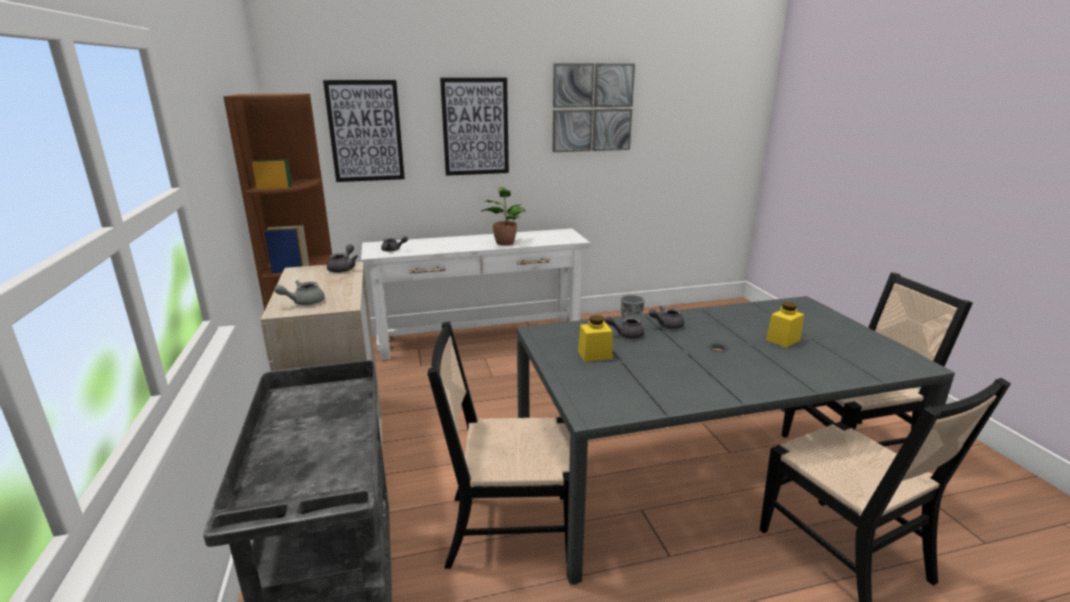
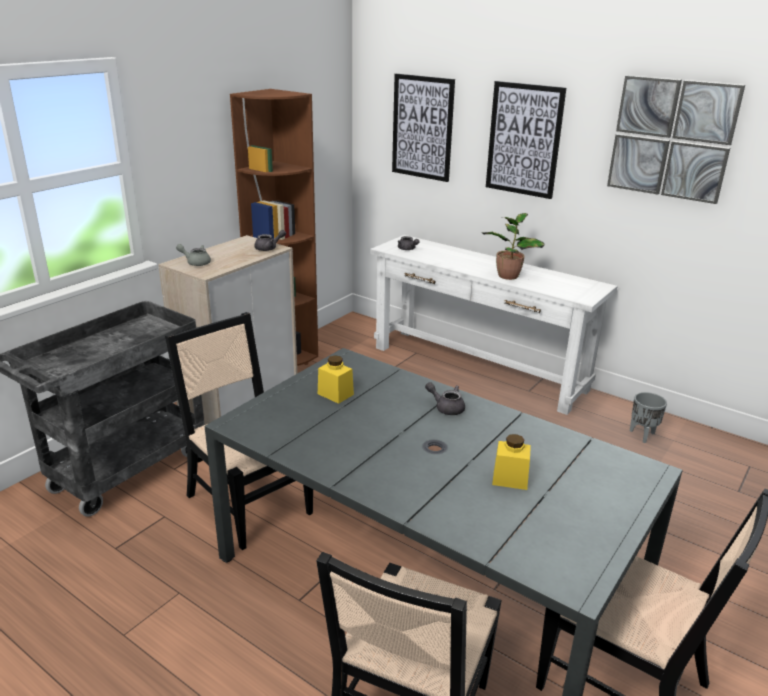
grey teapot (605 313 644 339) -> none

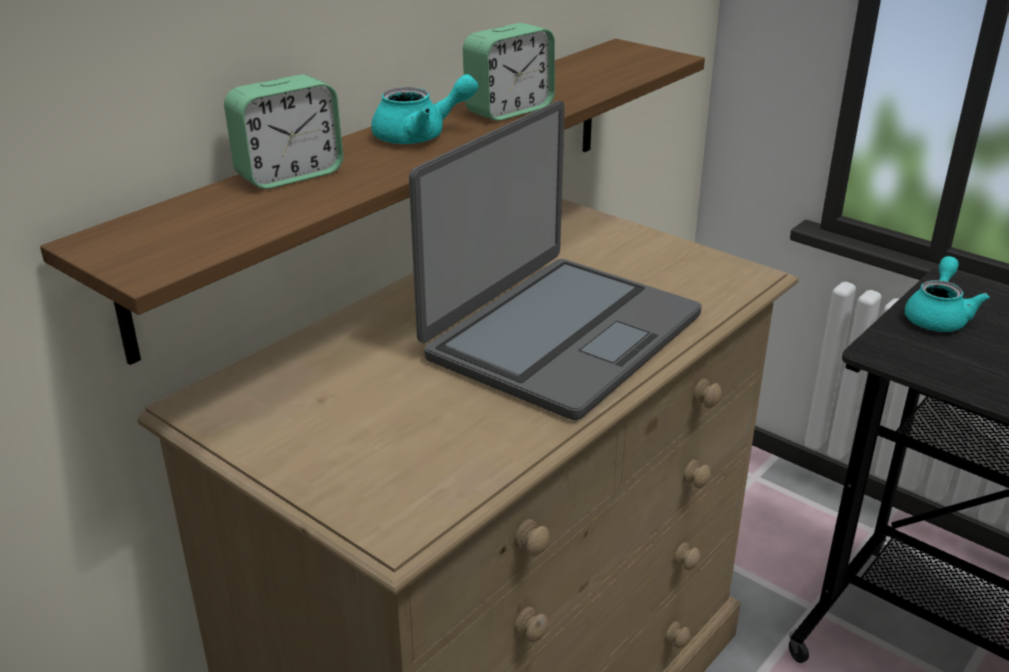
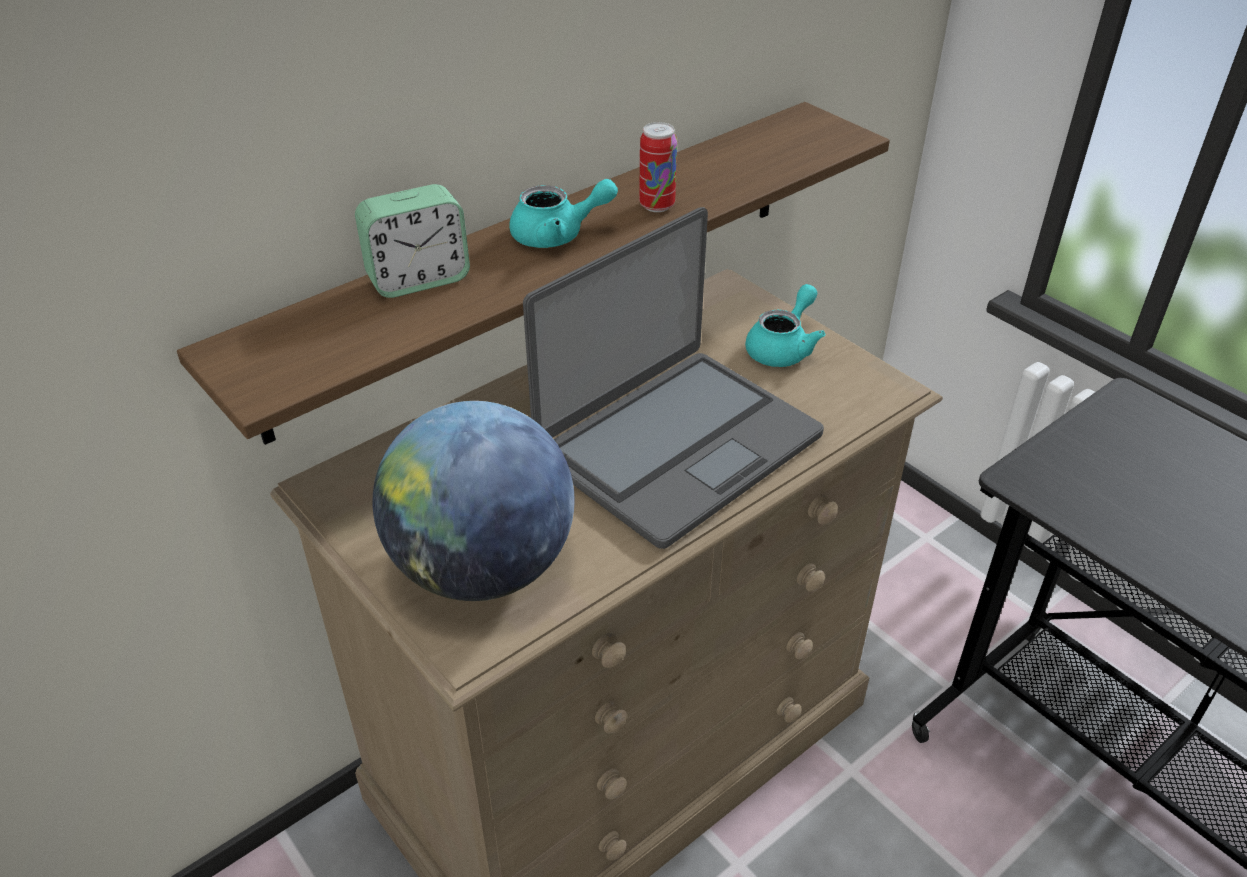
alarm clock (463 23 555 121) -> can (639 122 677 212)
turquoise teapot (905 256 990 332) -> turquoise teapot (745 284 825 367), shifted
none -> globe (373 401 575 601)

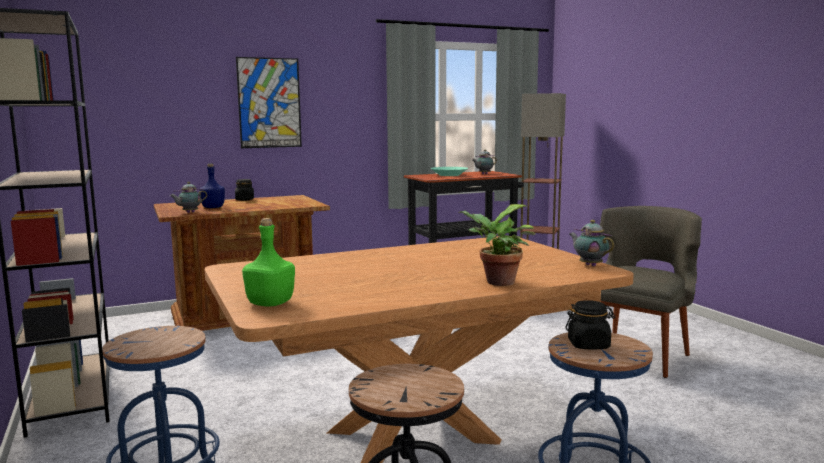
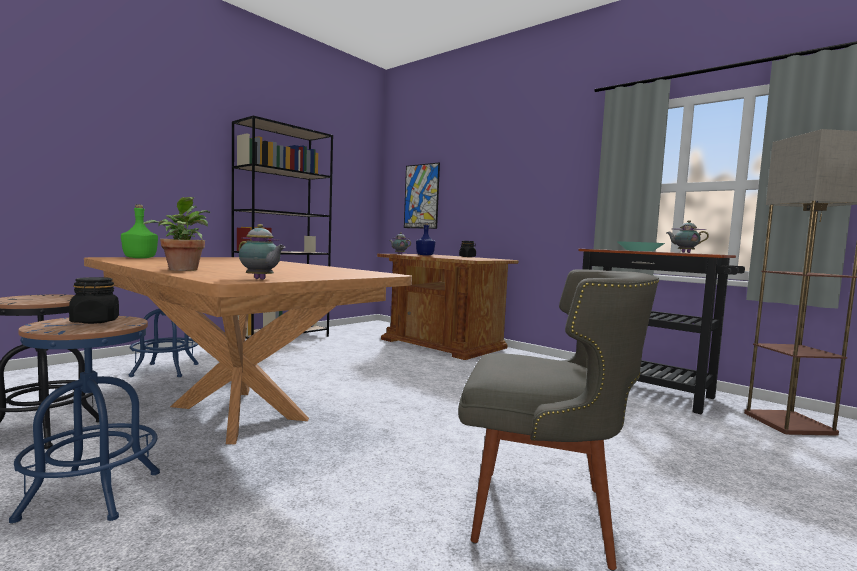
picture (236 57 302 148) -> picture (404 163 440 229), shifted
teapot (569 220 614 267) -> teapot (239 224 286 280), 90 degrees clockwise

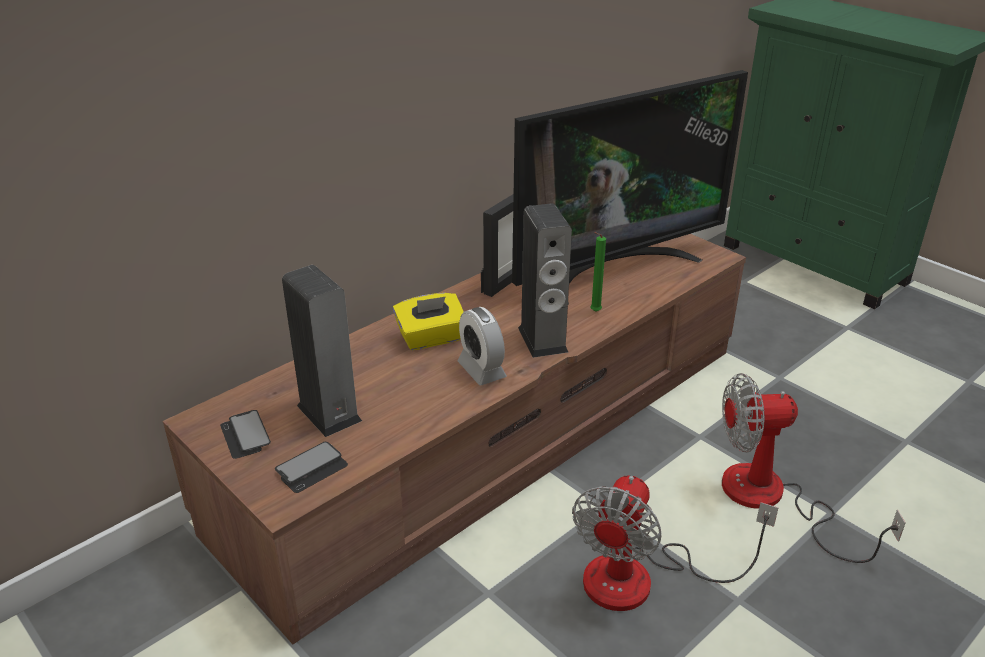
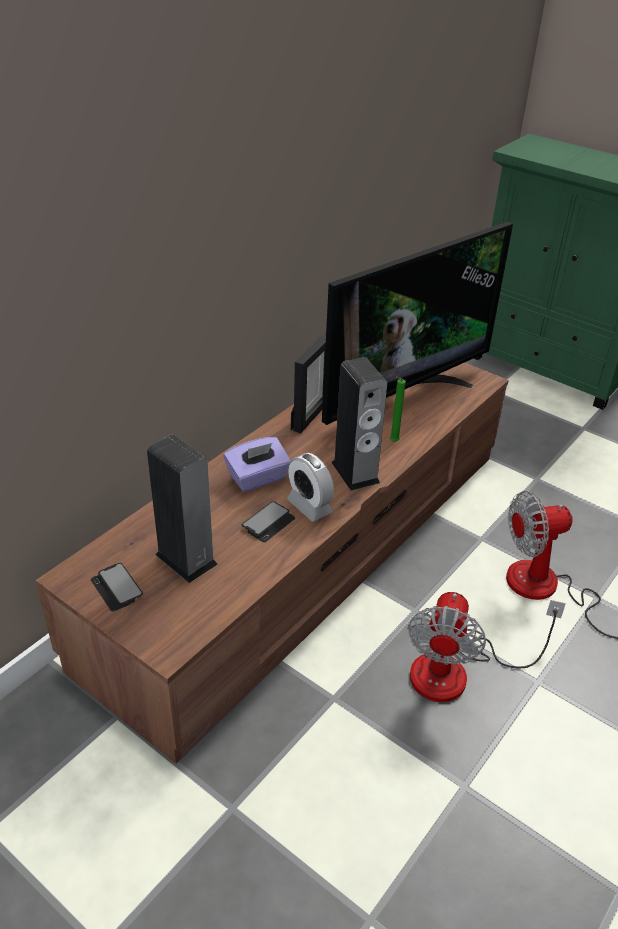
yellow tissue box (393 293 464 350) -> purple tissue box (224 437 291 492)
phone (275 442 348 493) -> phone (242 501 295 542), shifted

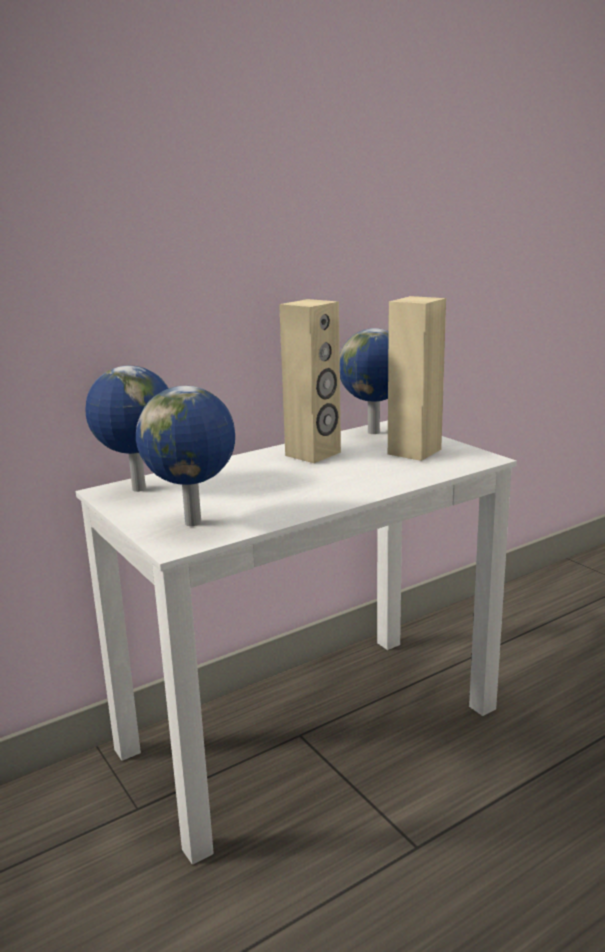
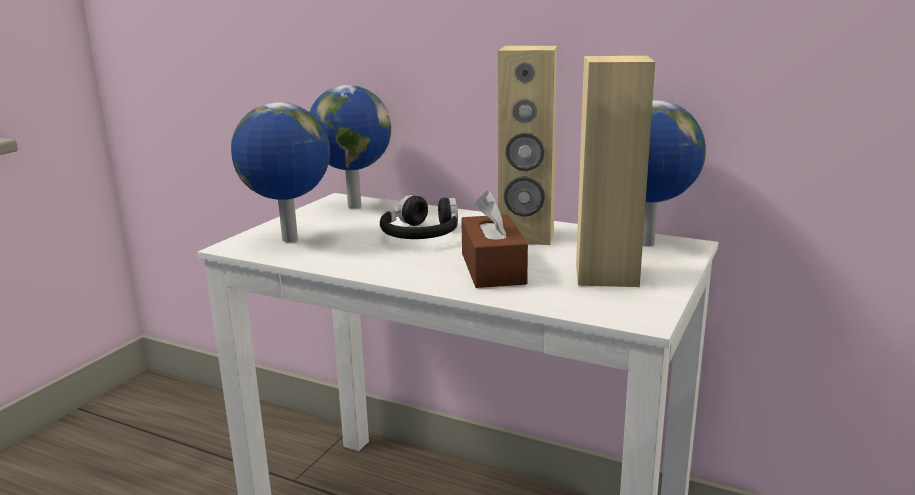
none -> brown tissue box (461 191 528 288)
none -> black headphones (380 195 458 239)

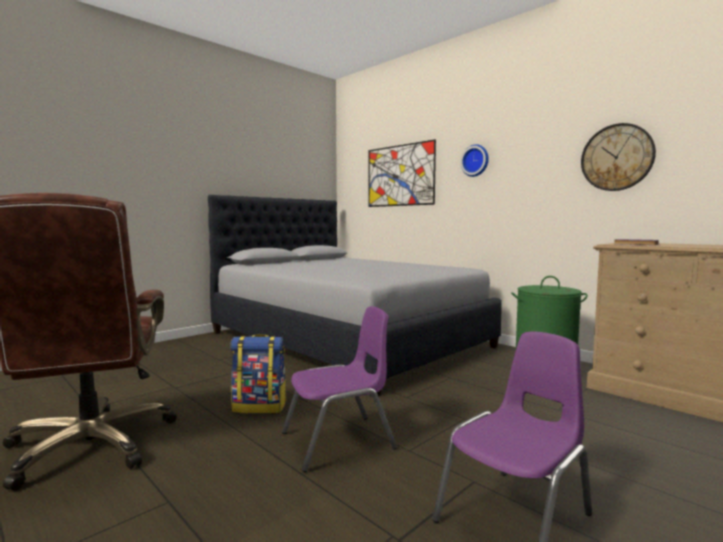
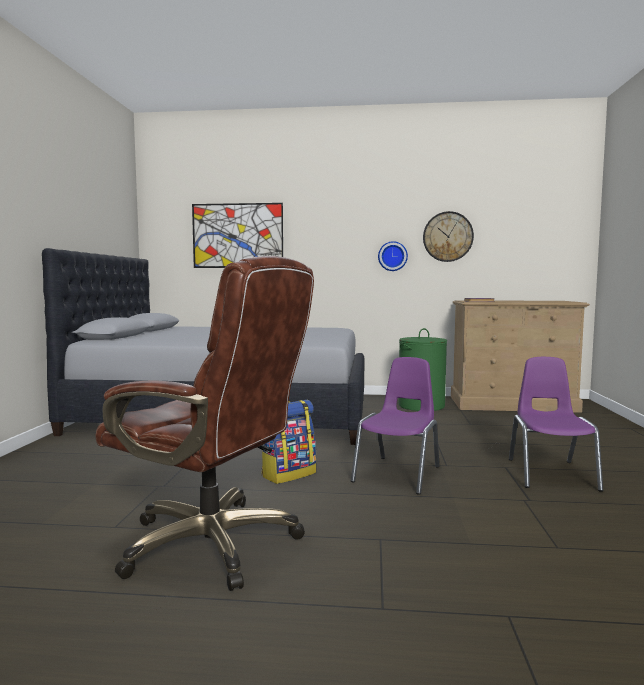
wall clock (460 144 489 177) -> wall clock (378 241 408 271), shifted

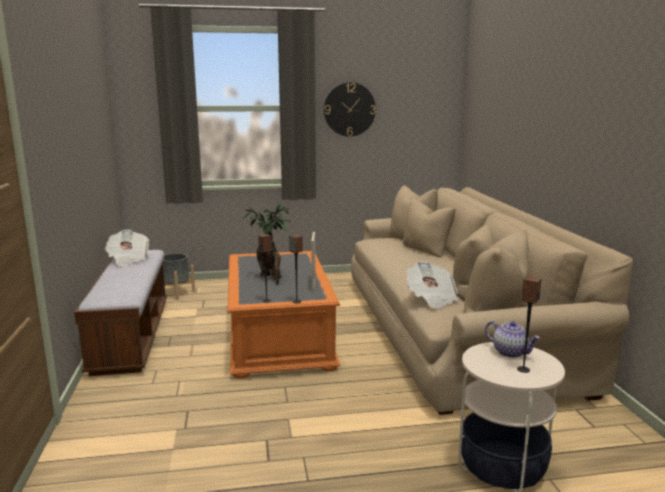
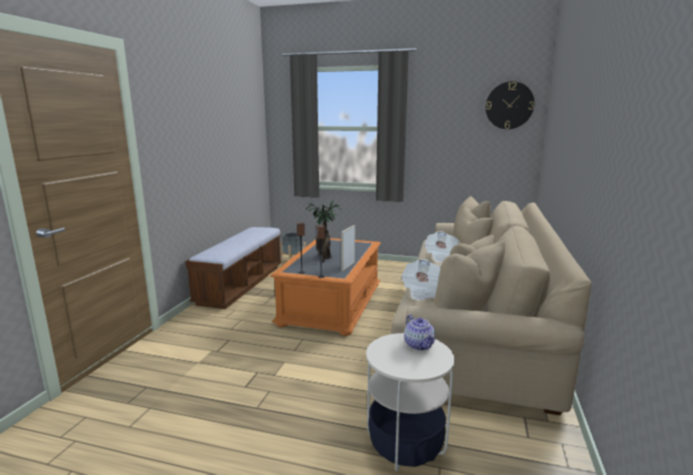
wall clock (324 82 376 137) -> wall clock (486 81 534 129), shifted
newspaper (105 230 149 266) -> newspaper (424 231 460 262), shifted
speaker (517 276 542 373) -> none

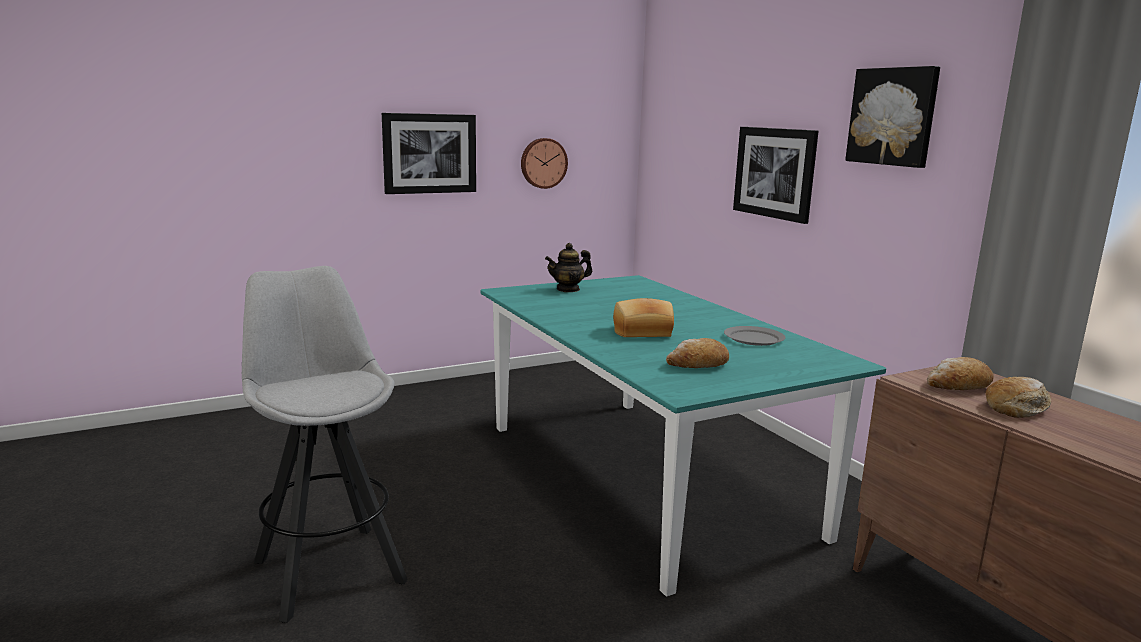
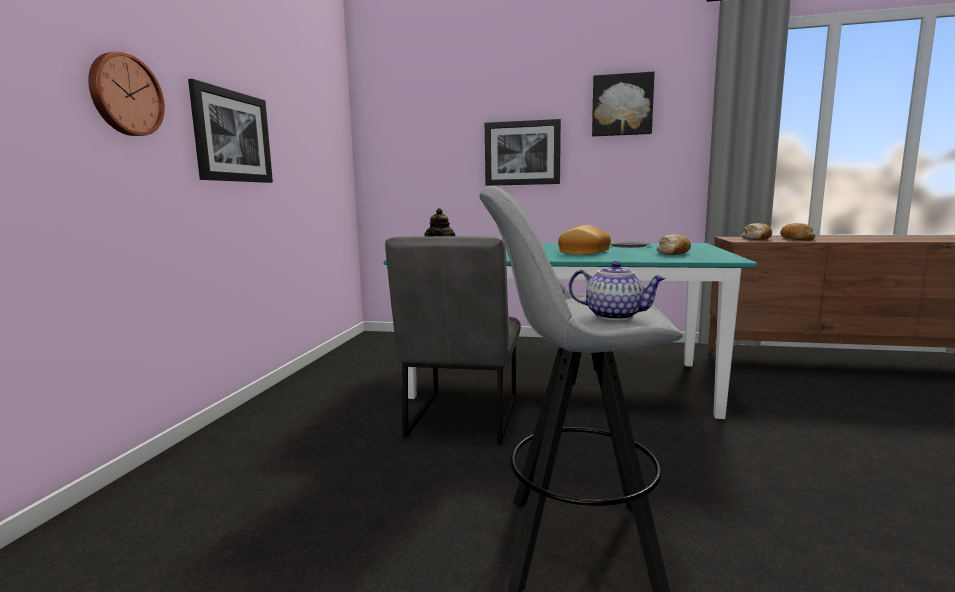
wall clock (521 138 568 189) -> wall clock (88 52 165 136), shifted
none -> grey chair (385 236 521 445)
none -> teapot (569 261 666 320)

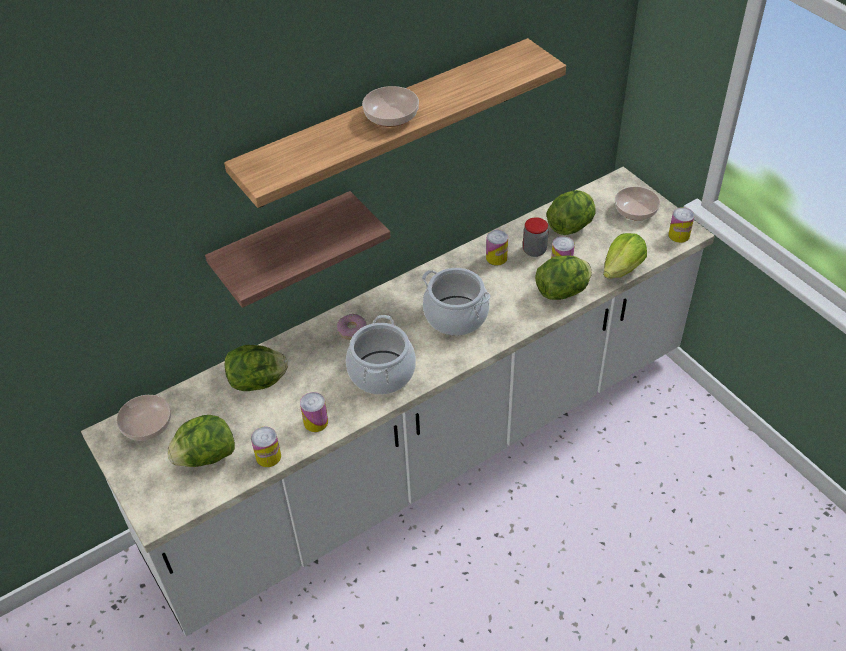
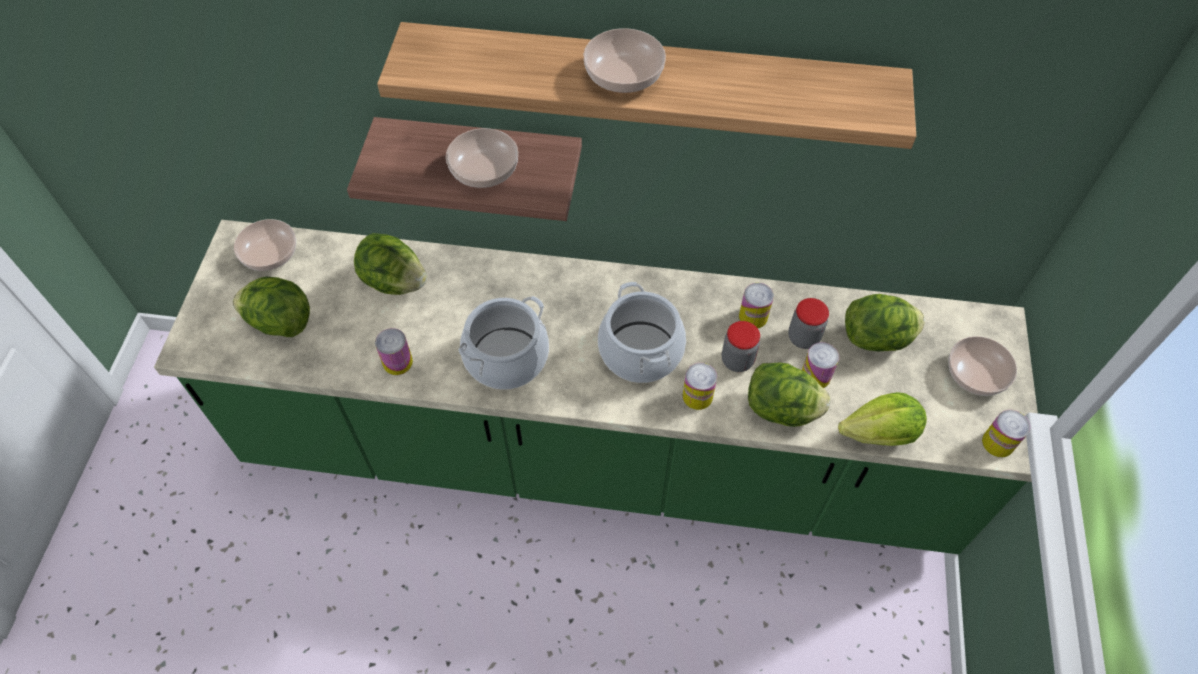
white counter (81 167 715 636) -> green counter (154 220 1038 554)
donut (337 314 367 340) -> none
can (251 427 281 467) -> can (682 363 717 410), shifted
none -> bowl (446 128 518 188)
none -> jar (722 321 760 372)

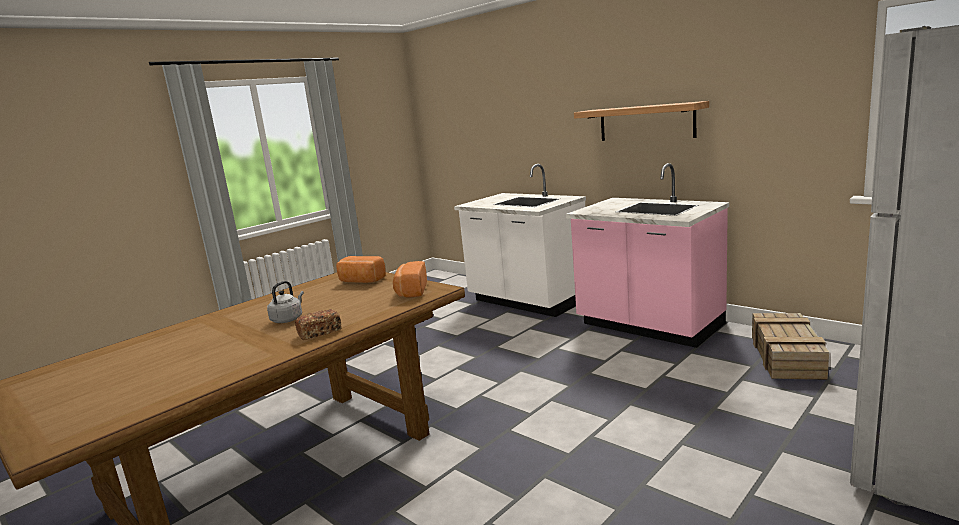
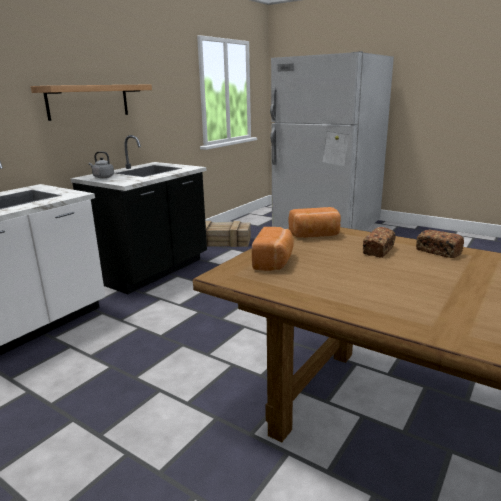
pink counter (566 163 729 348) -> black counter (71 135 207 294)
grey kettle (267 281 304 323) -> grey kettle (89 151 114 178), shifted
none -> bread (363 227 396 258)

